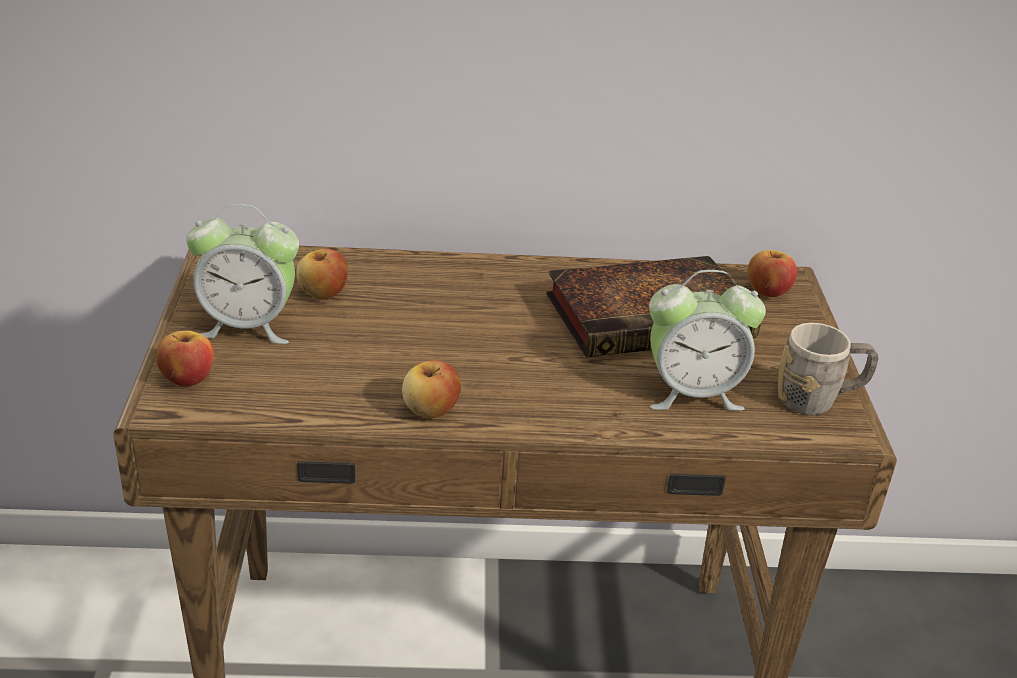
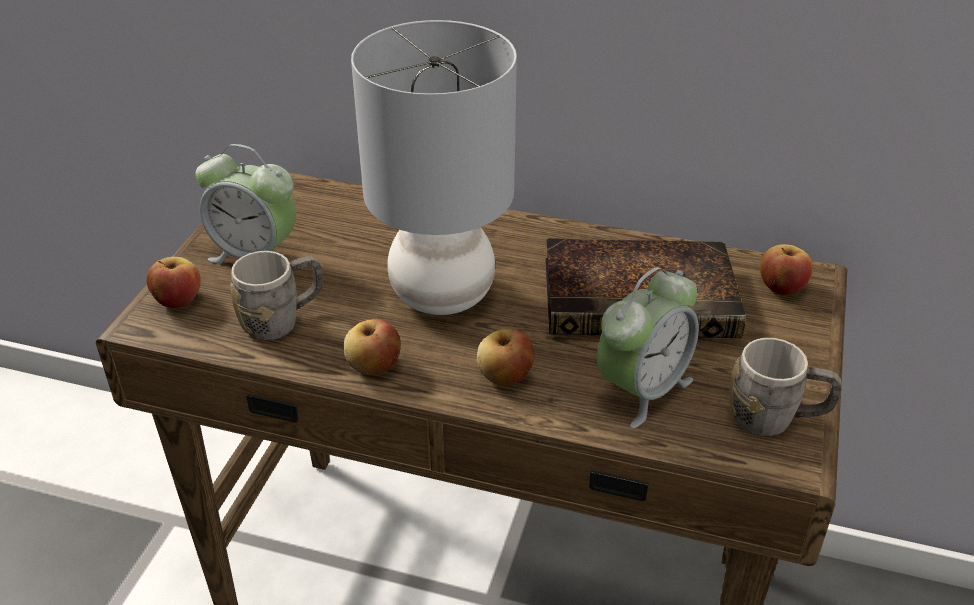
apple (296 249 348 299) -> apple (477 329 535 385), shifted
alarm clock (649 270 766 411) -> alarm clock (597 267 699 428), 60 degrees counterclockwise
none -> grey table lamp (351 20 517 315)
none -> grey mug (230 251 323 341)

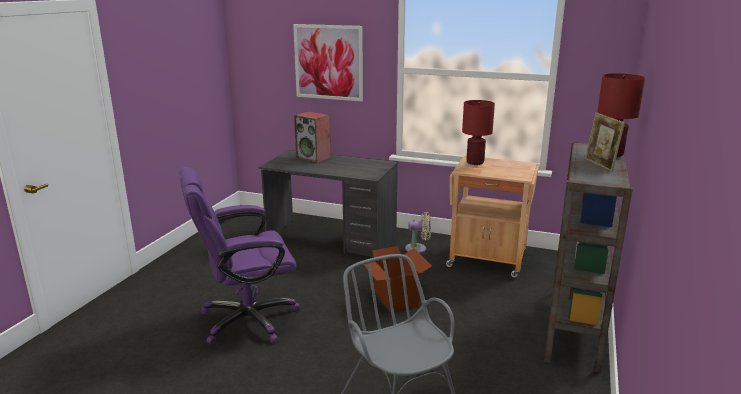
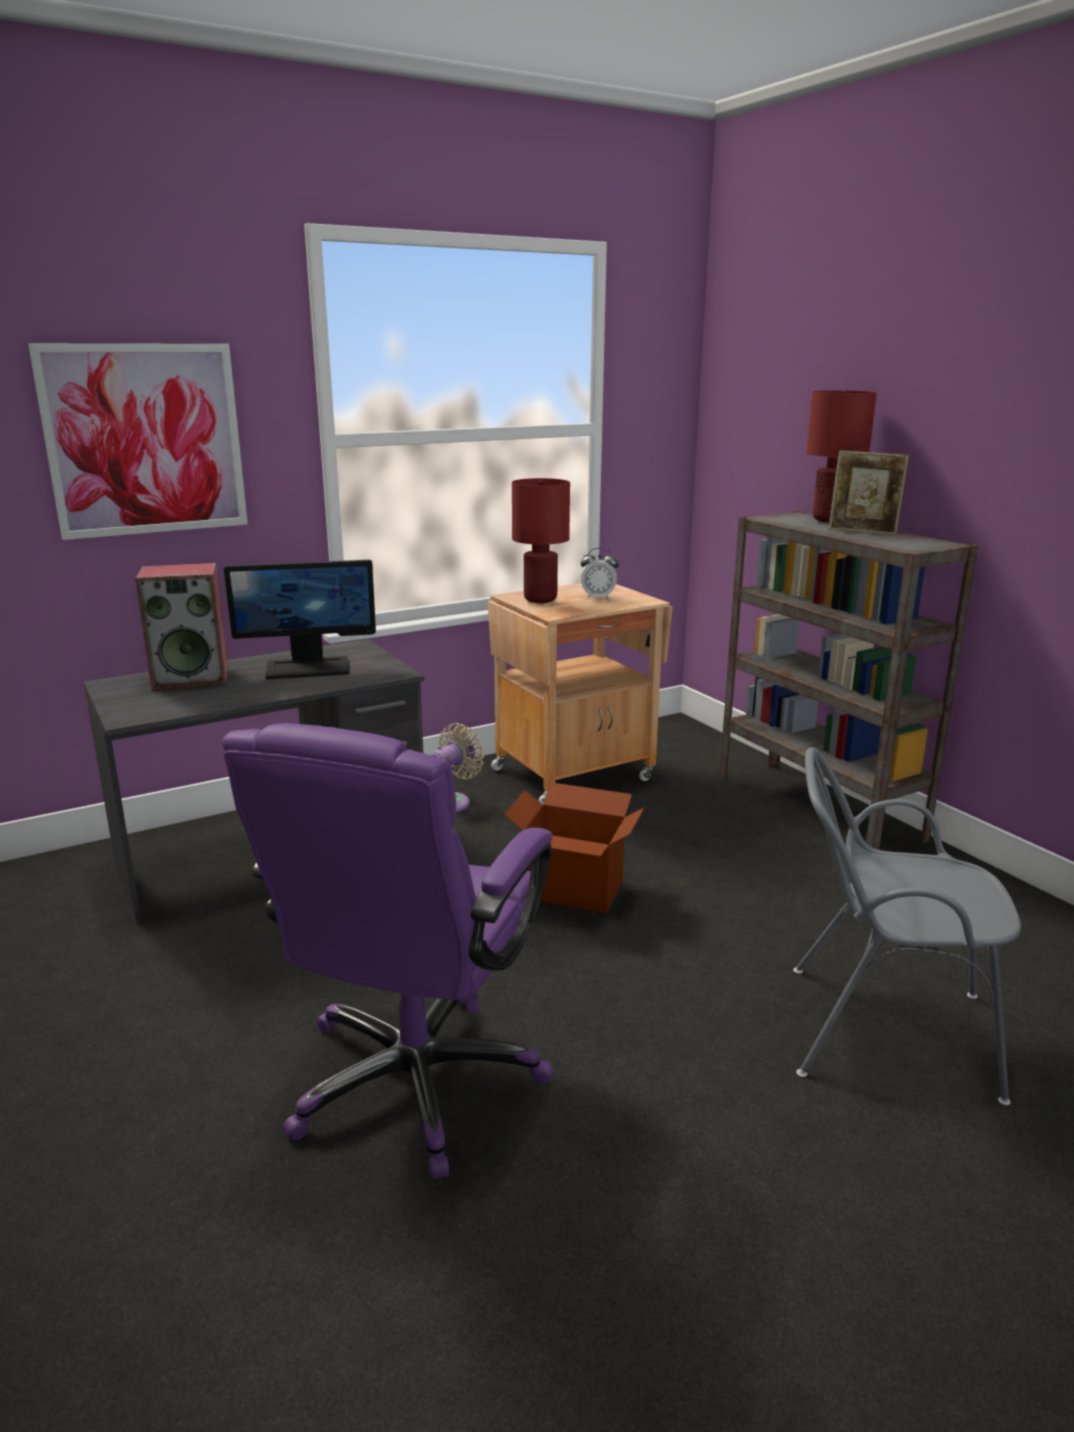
none -> alarm clock (581 548 619 600)
none -> monitor (224 560 376 679)

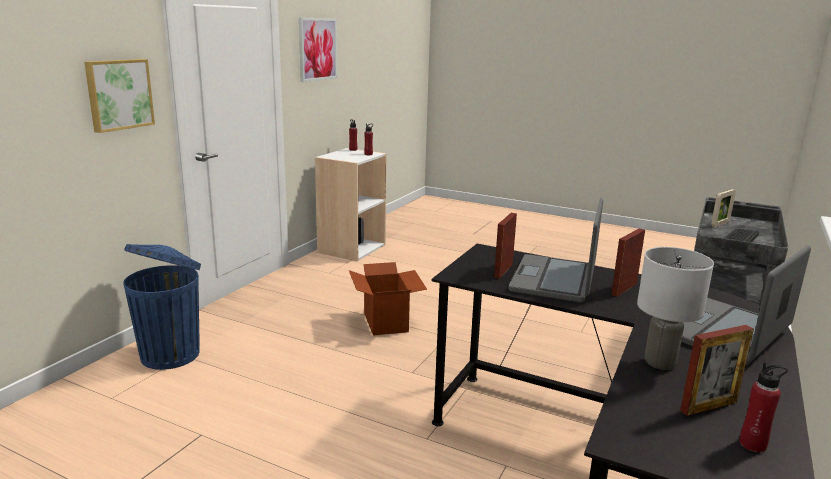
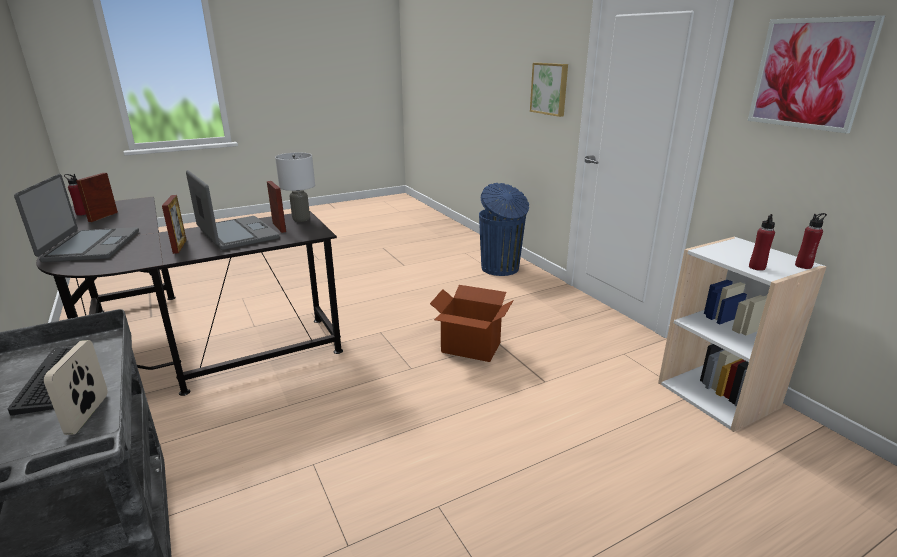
white table lamp (637 247 714 370) -> white table lamp (275 152 315 222), shifted

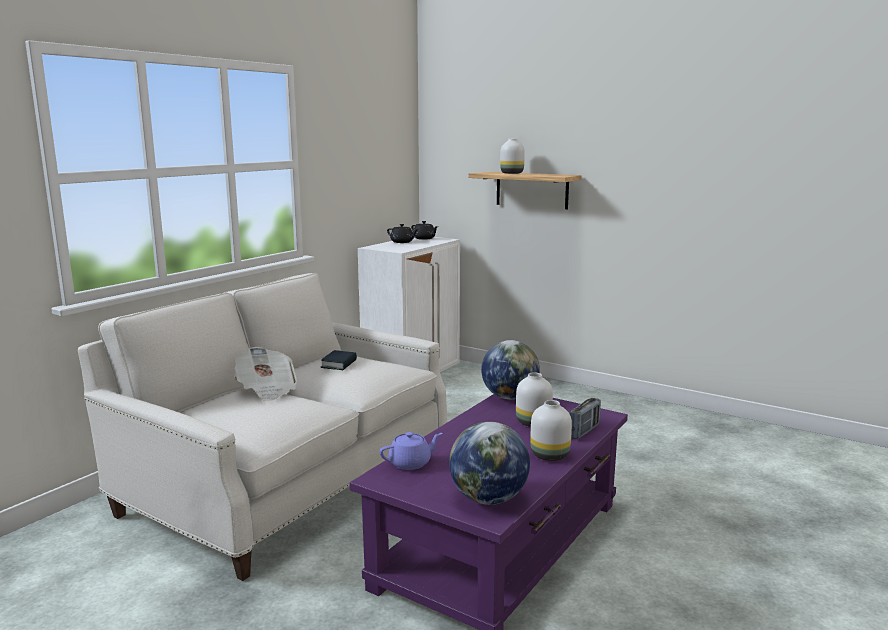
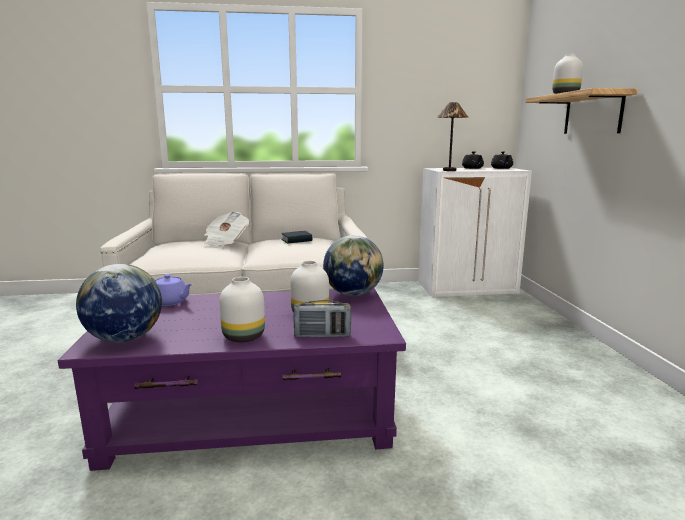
none -> table lamp (437 102 468 171)

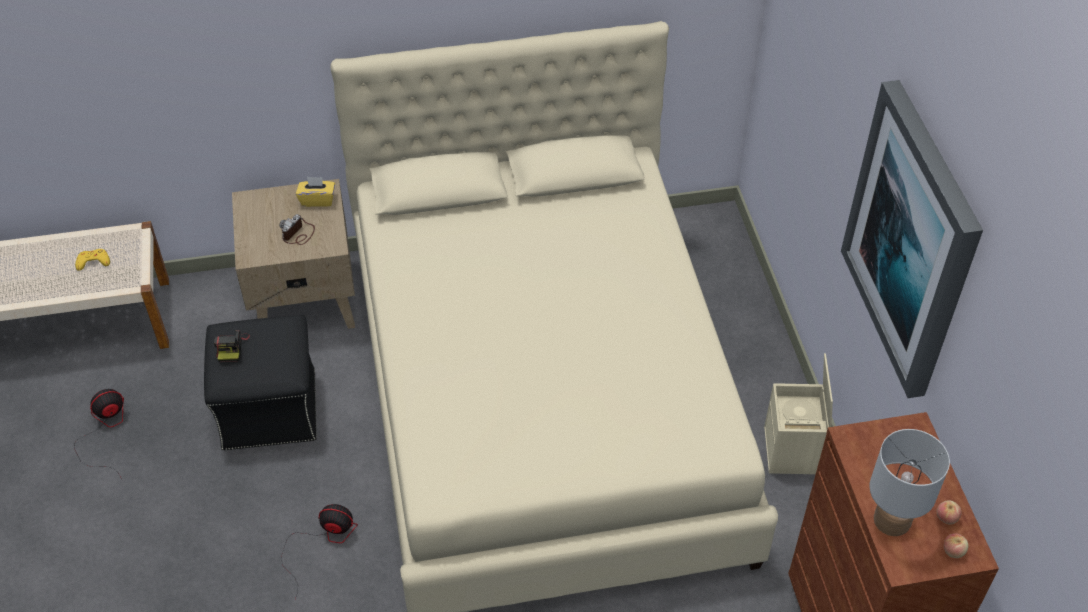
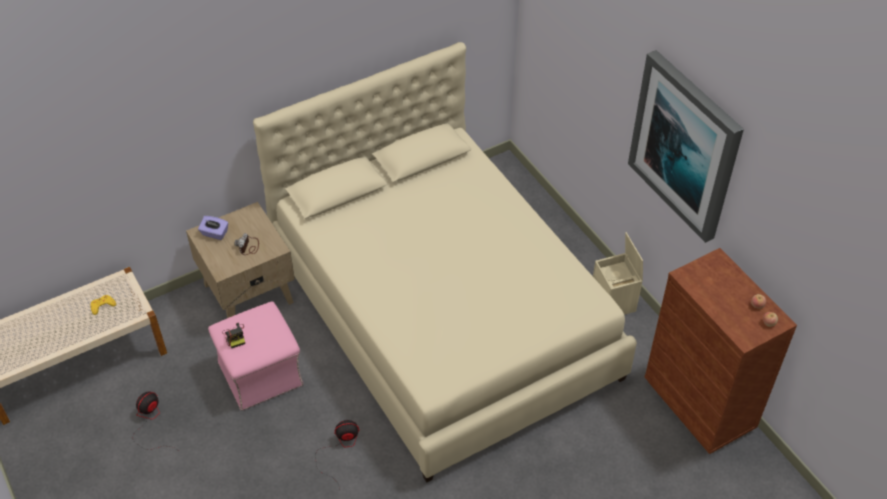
yellow tissue box (296 177 335 207) -> none
black ottoman (204 315 317 450) -> pink ottoman (208 301 304 411)
grey table lamp (869 429 950 536) -> none
none -> purple tissue box (198 216 228 240)

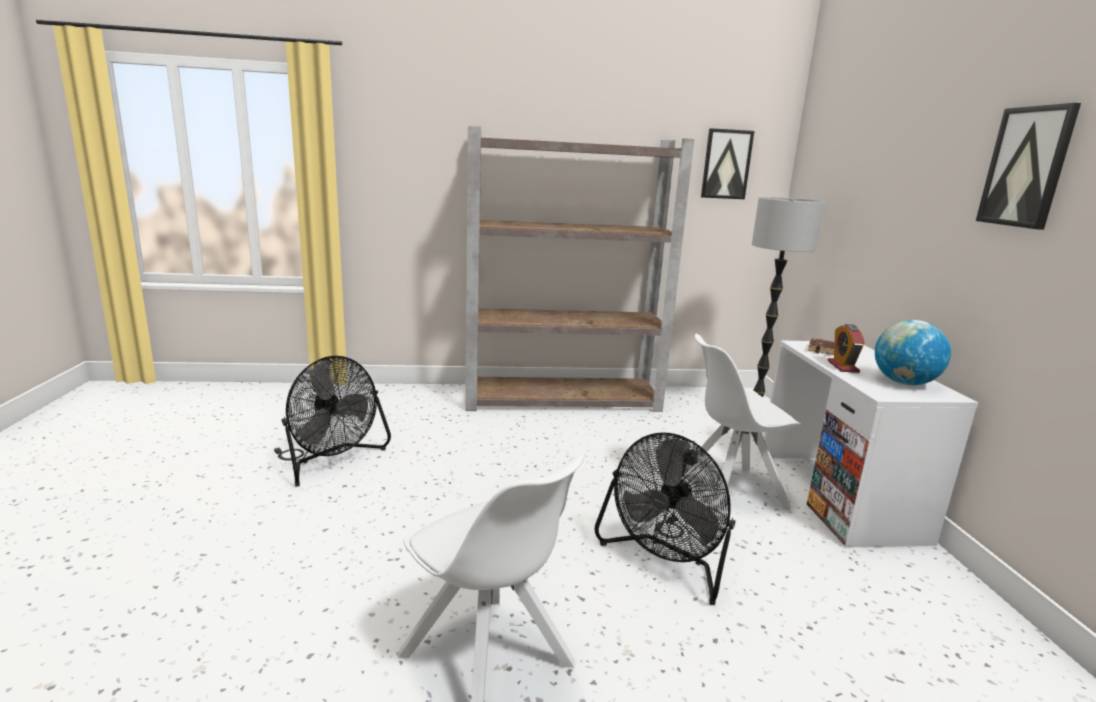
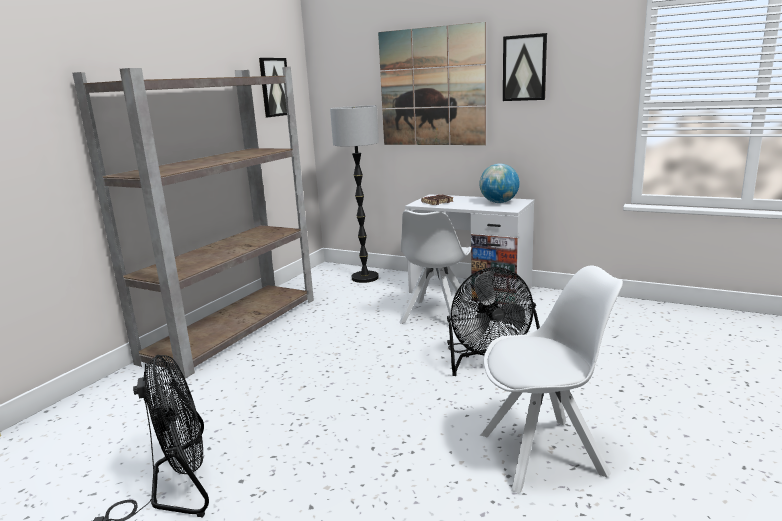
alarm clock (827 324 865 373) -> none
none -> picture (378 22 486 145)

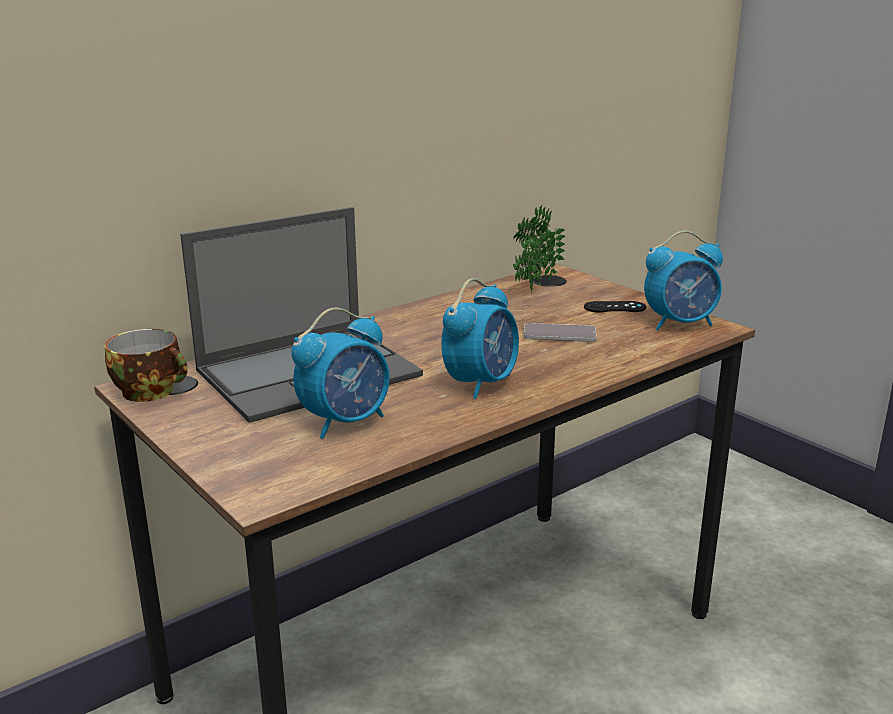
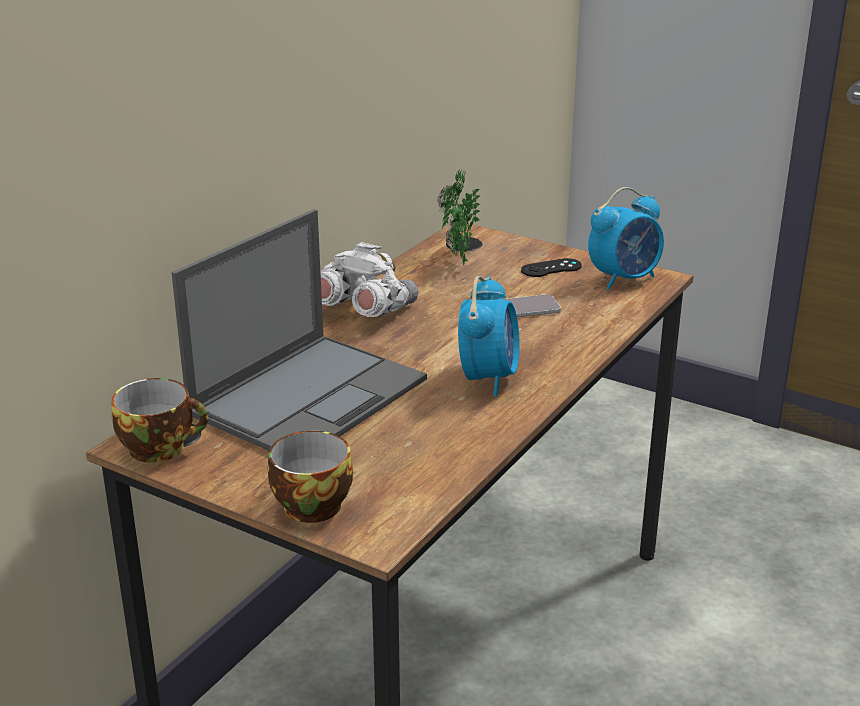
alarm clock (291 308 390 439) -> none
none -> white binoculars (320 242 418 317)
none -> cup (268 430 353 523)

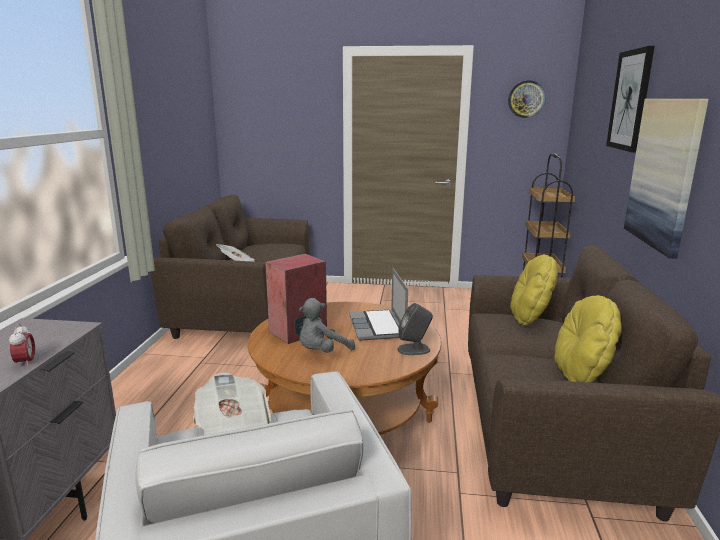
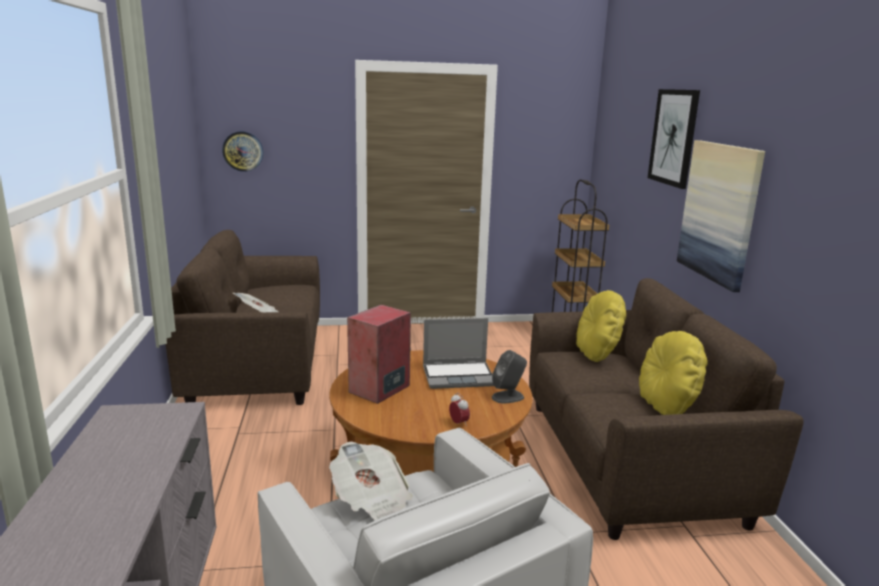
wall clock (508 80 546 118) -> wall clock (222 131 263 172), shifted
laptop (349 268 408 341) -> laptop (423 318 494 389), 75 degrees counterclockwise
grey plush toy (299 298 355 353) -> none
alarm clock (9 323 35 368) -> alarm clock (449 393 470 427), shifted

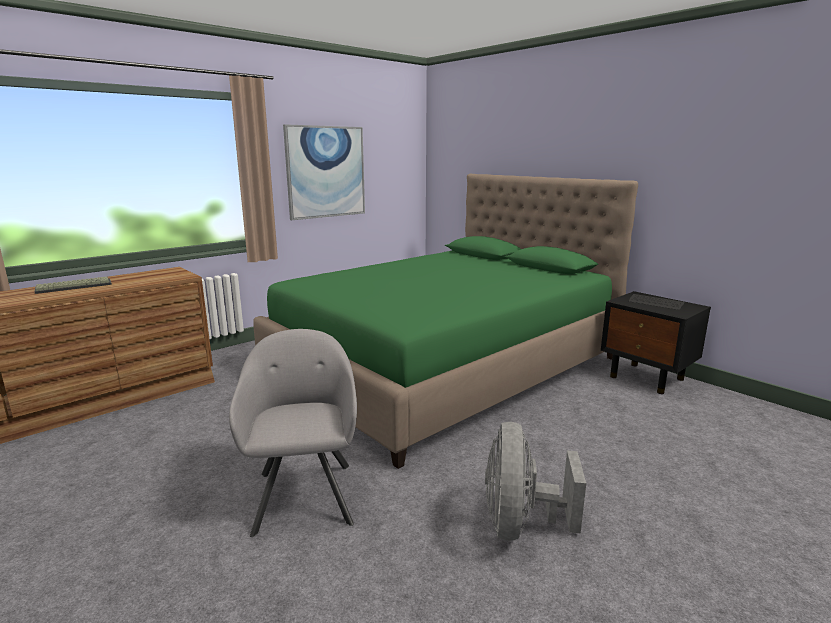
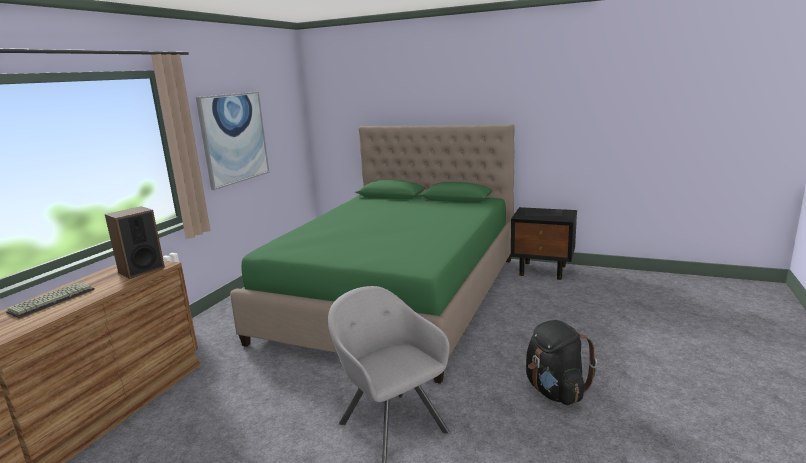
grey fan (485 422 586 541) -> black backpack (526 320 597 405)
none -> speaker (105 206 165 279)

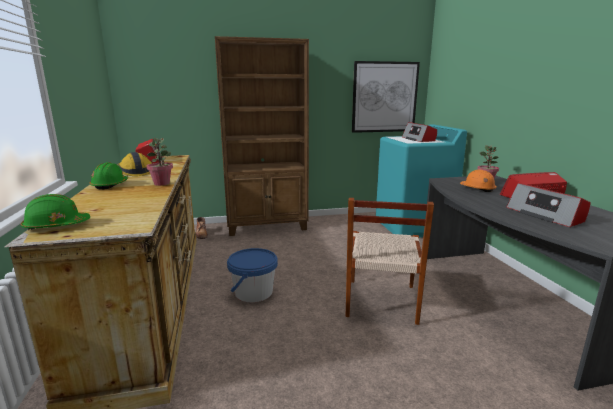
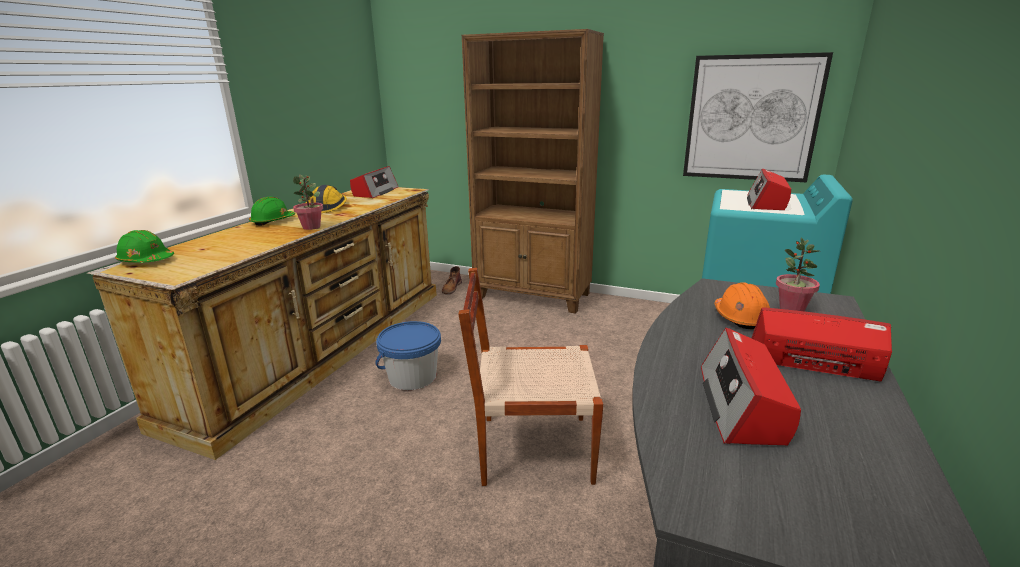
chair (346 198 434 325) -> chair (459 268 603 486), 45 degrees clockwise

